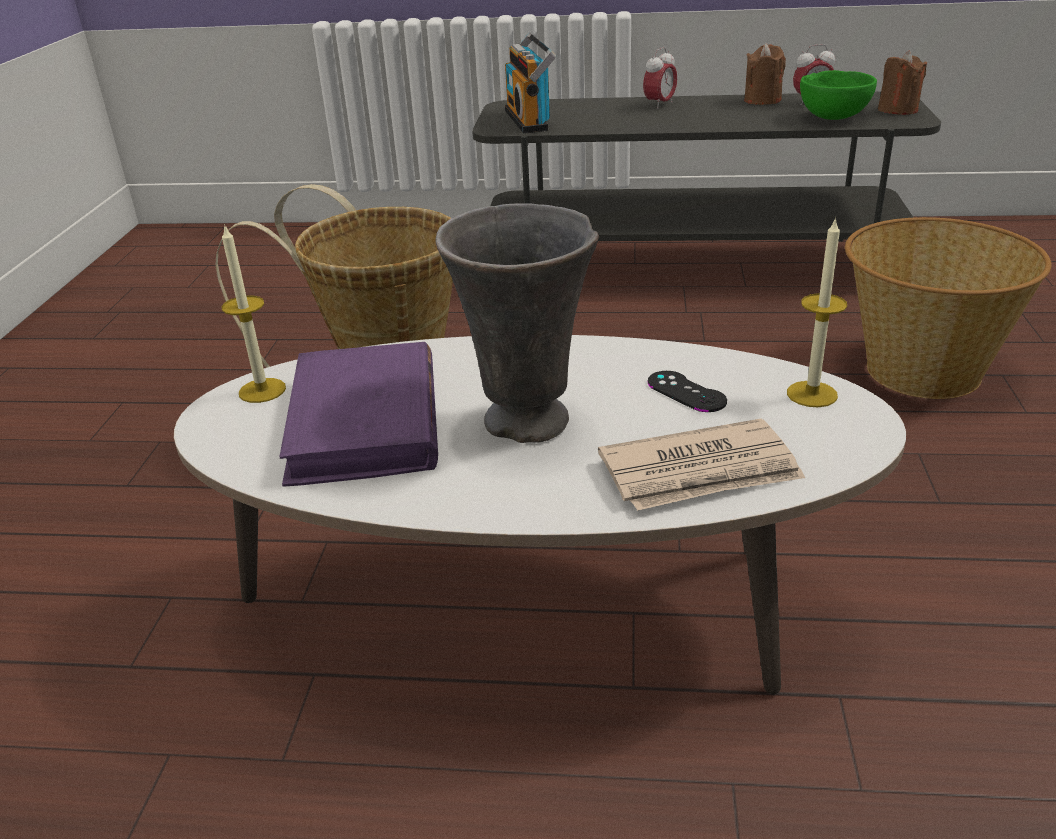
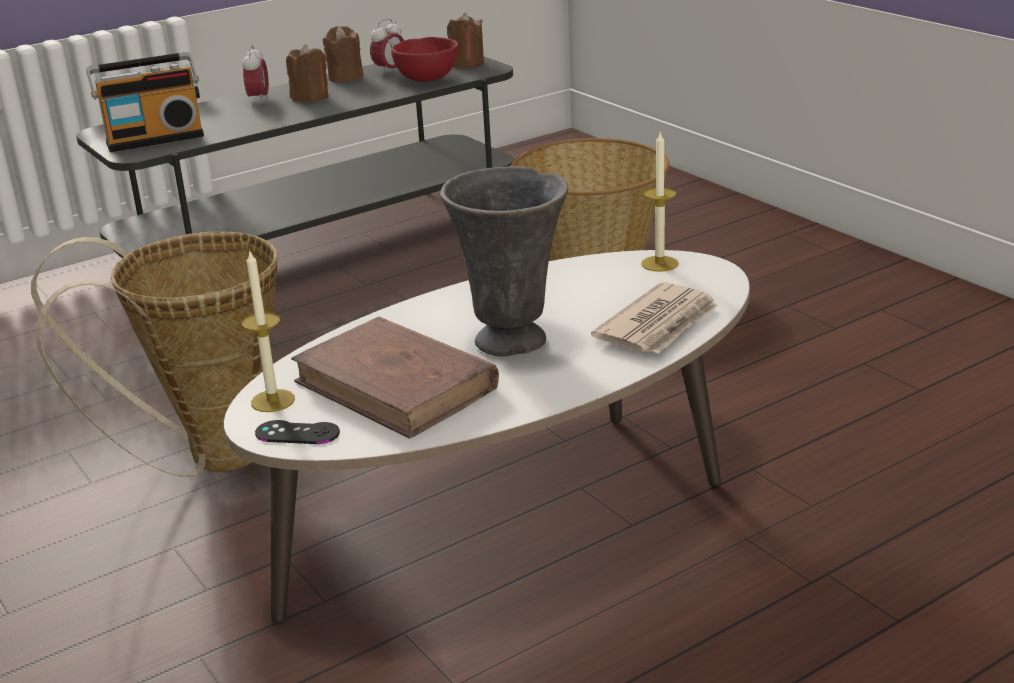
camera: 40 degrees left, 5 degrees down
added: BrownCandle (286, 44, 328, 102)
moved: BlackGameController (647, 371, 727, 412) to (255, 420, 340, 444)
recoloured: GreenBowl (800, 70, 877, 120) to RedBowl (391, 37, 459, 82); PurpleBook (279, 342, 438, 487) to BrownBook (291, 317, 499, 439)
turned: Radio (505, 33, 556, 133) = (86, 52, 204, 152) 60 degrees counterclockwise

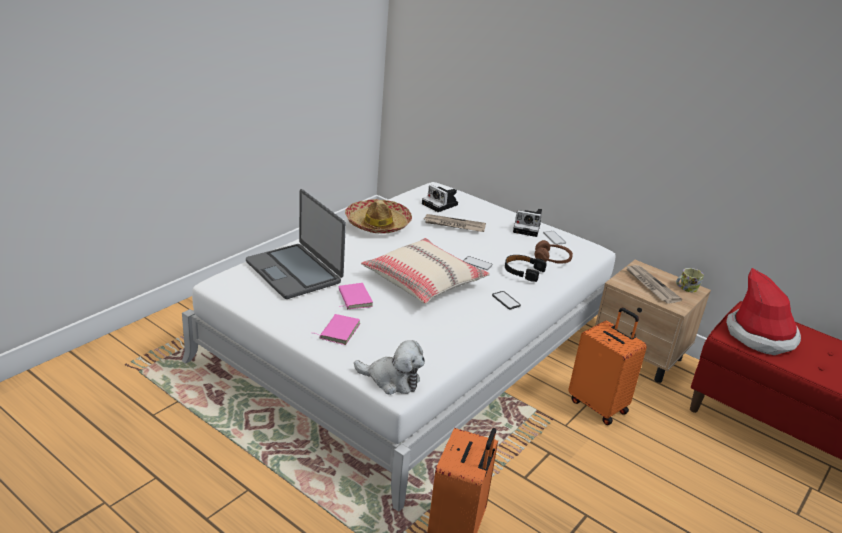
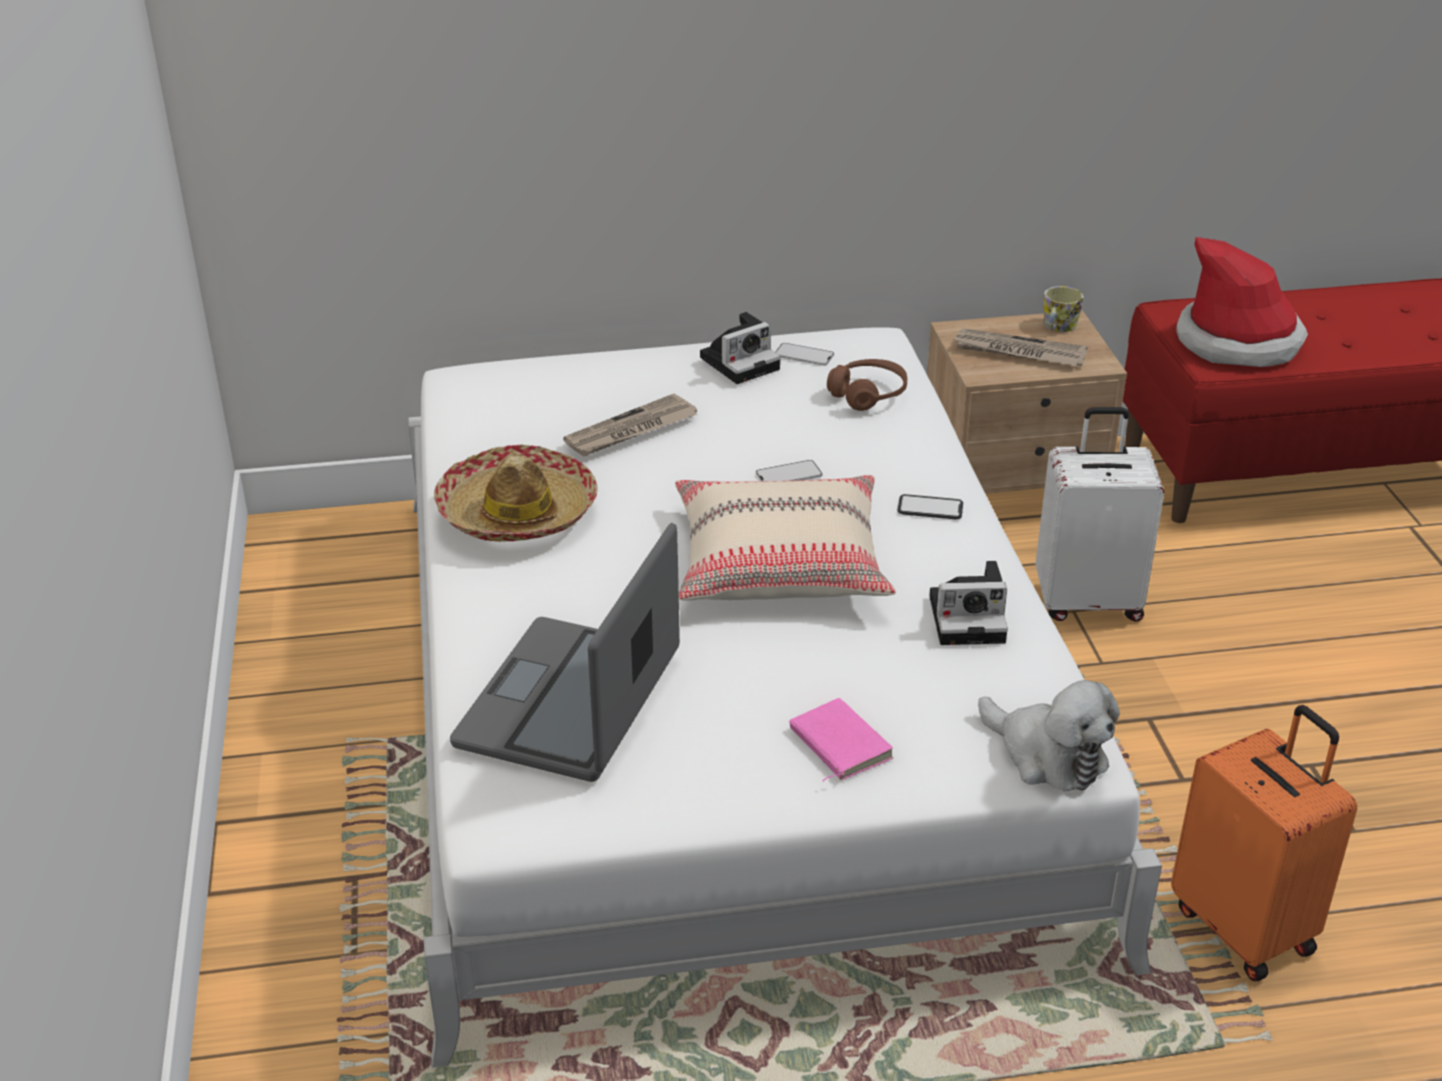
camera: 45 degrees left, 5 degrees up
removed: BlackHeadphones (505, 255, 547, 282); PinkBook (339, 283, 373, 309)
moved: PhotoCamera (422, 185, 458, 212) to (929, 561, 1008, 645)
recoloured: OrangeSuitcase (568, 308, 647, 425) to WhiteSuitcase (1035, 407, 1164, 622)
turned: Laptop (246, 189, 346, 299) = (450, 523, 680, 782) 105 degrees clockwise; PlushToy (354, 340, 425, 395) = (978, 680, 1120, 791) 75 degrees clockwise

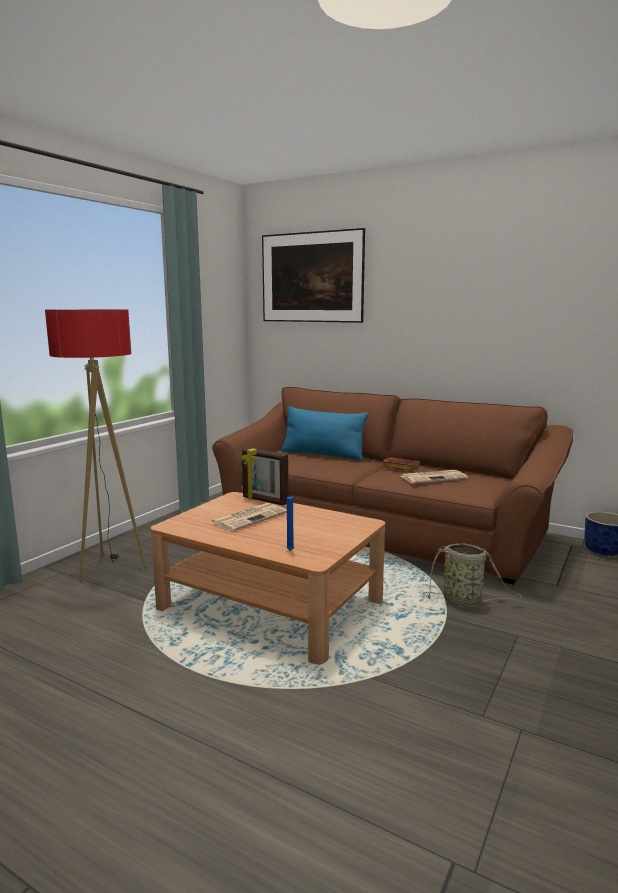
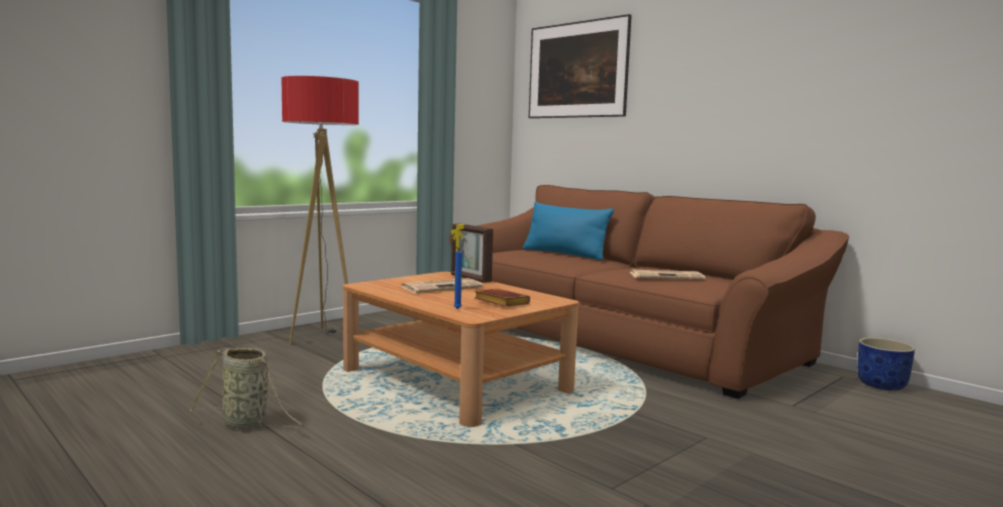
camera: 15 degrees right, 5 degrees down
moved: BrownBook (382, 457, 420, 471) to (474, 288, 530, 307); Basket (423, 543, 522, 606) to (190, 348, 304, 429)

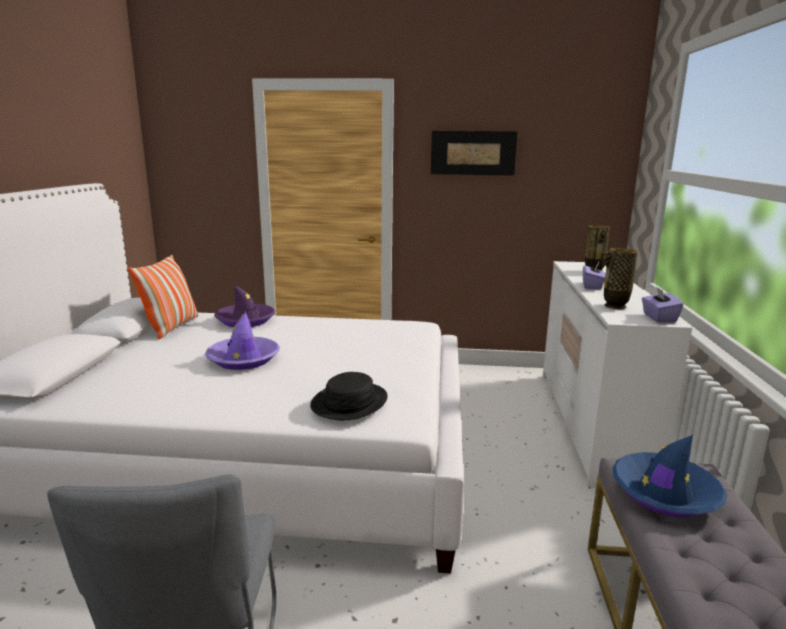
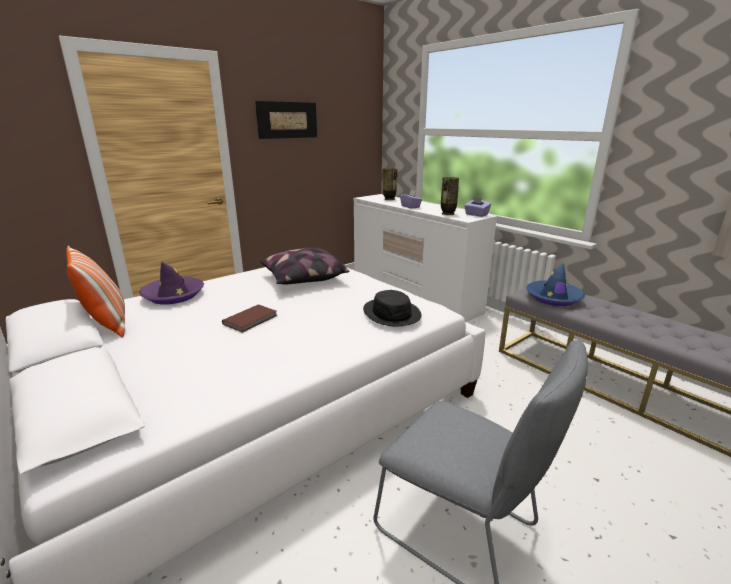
camera: 45 degrees left, 5 degrees up
added: Pillow (260, 247, 350, 284)
replaced: PurpleHat (205, 312, 280, 370) to BrownBook (222, 304, 278, 333)

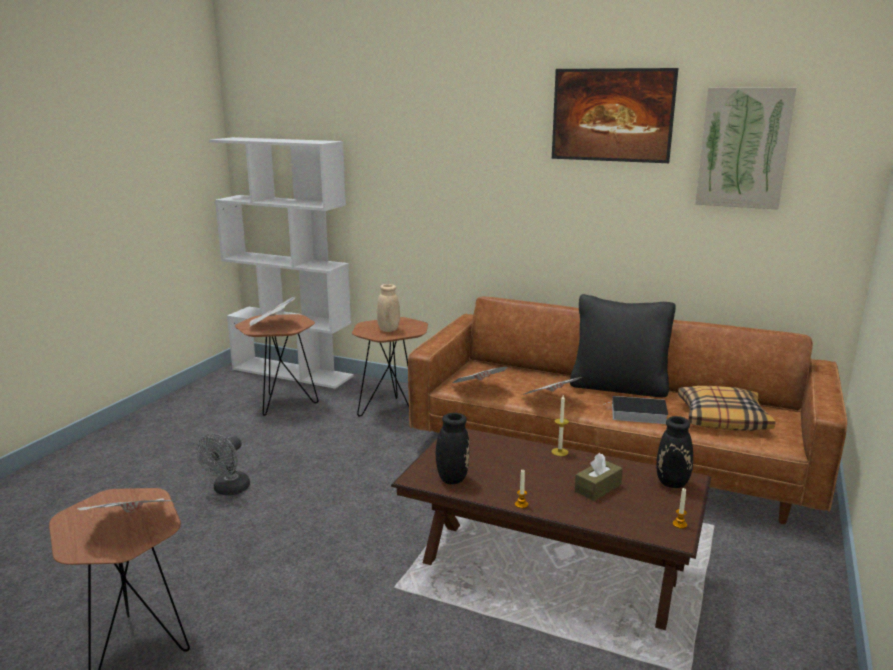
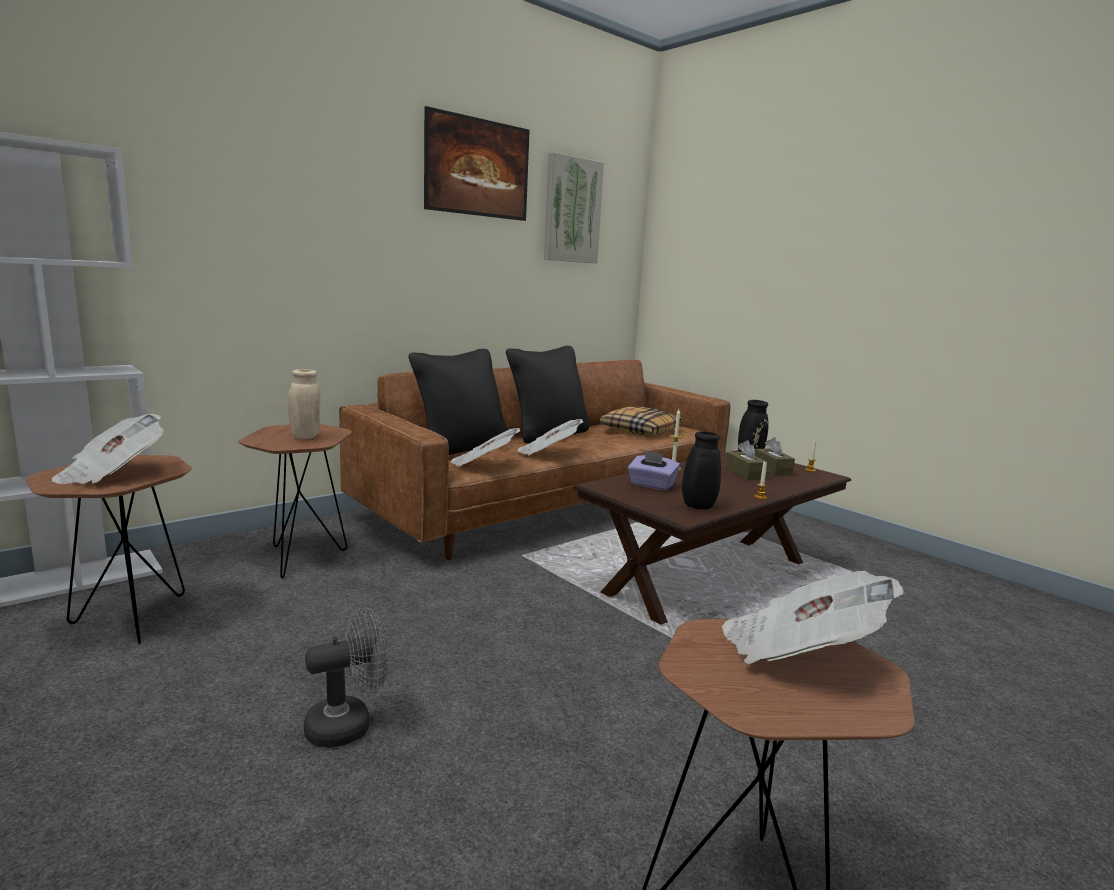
camera: 65 degrees left, 5 degrees down
removed: Book (603, 396, 668, 424)
added: BlackPillow (408, 349, 508, 455); BrownTissueBox (755, 437, 795, 476); PurpleTissueBox (628, 450, 680, 491)
turned: GreyFan (196, 433, 250, 495) = (304, 608, 390, 748) 75 degrees counterclockwise

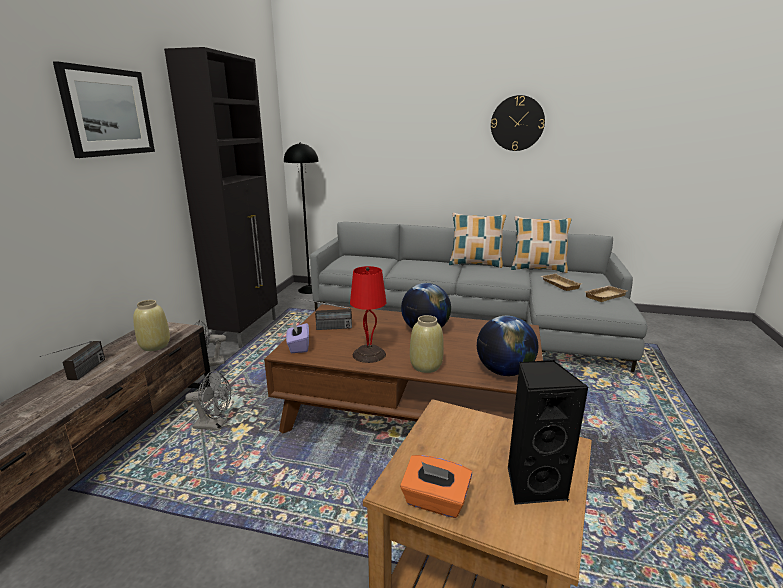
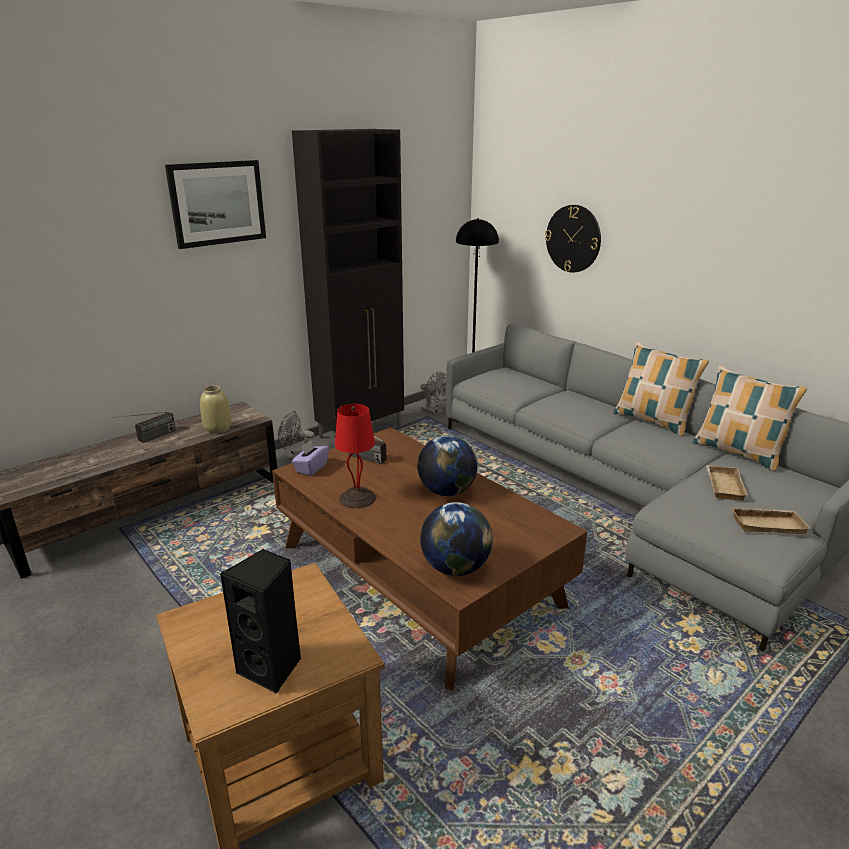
camera: 35 degrees right, 5 degrees up
removed: BeigeVase (410, 315, 444, 373); OrangeTissueBox (400, 455, 472, 518)
moved: WallClock (491, 95, 545, 151) to (545, 205, 601, 273); GreyFan (185, 370, 231, 430) to (420, 371, 446, 415)

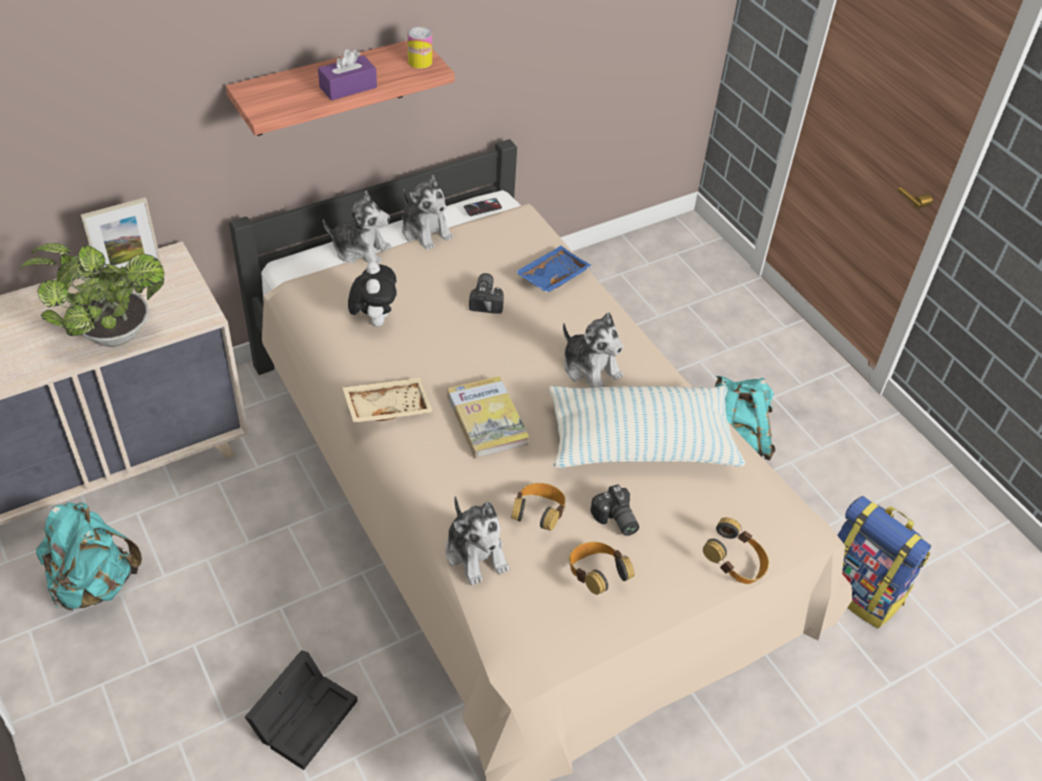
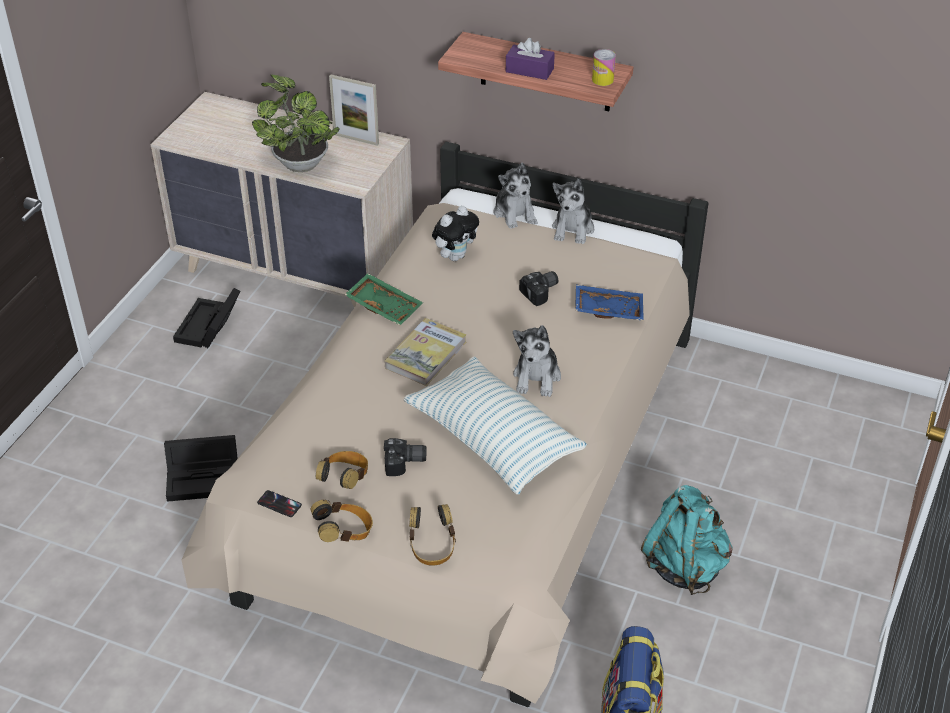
camera: 55 degrees right, 5 degrees down
removed: PlushToy (445, 496, 509, 586)
moved: Phone (464, 198, 502, 216) to (257, 490, 302, 517); Headphones (511, 483, 566, 531) to (310, 500, 373, 542)
replaced: TurquoiseBackpack (36, 502, 142, 610) to BlackStorageBox (173, 288, 240, 348)
recoloured: BeigeTray (342, 378, 433, 423) to GreenTray (344, 273, 423, 326)
turned: PhotoCamera (591, 484, 639, 536) = (384, 438, 426, 476) 120 degrees counterclockwise

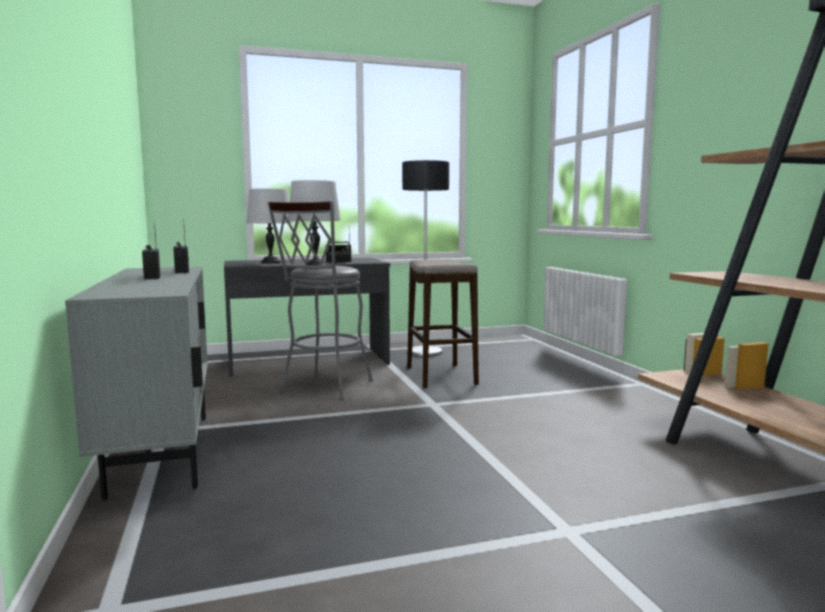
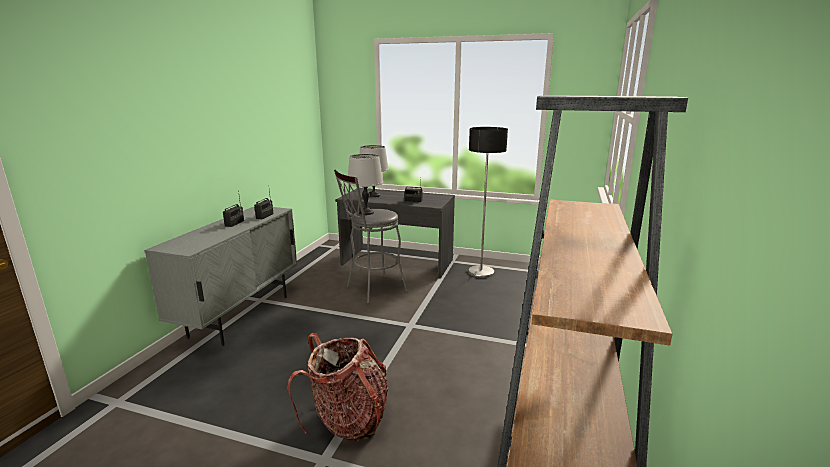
camera: 35 degrees right, 10 degrees up
removed: Stool (407, 259, 479, 389)
added: Backpack (287, 333, 388, 441)

